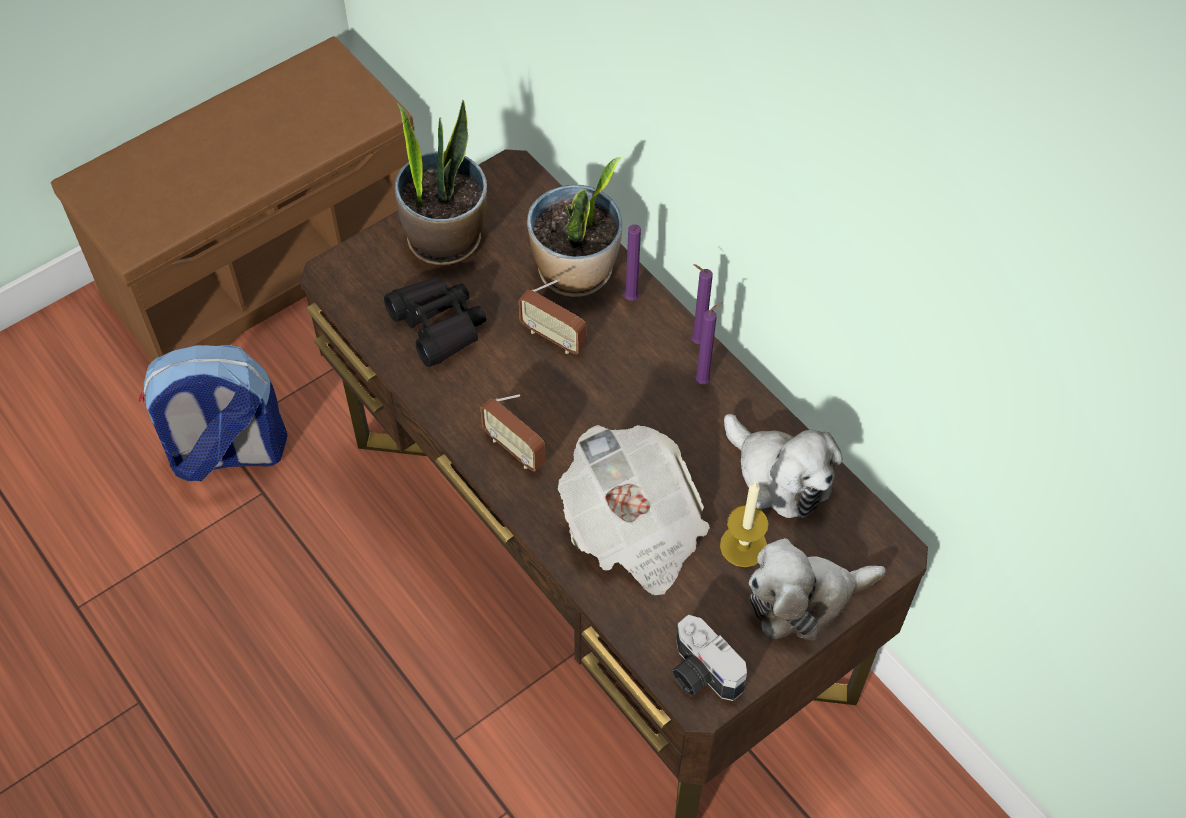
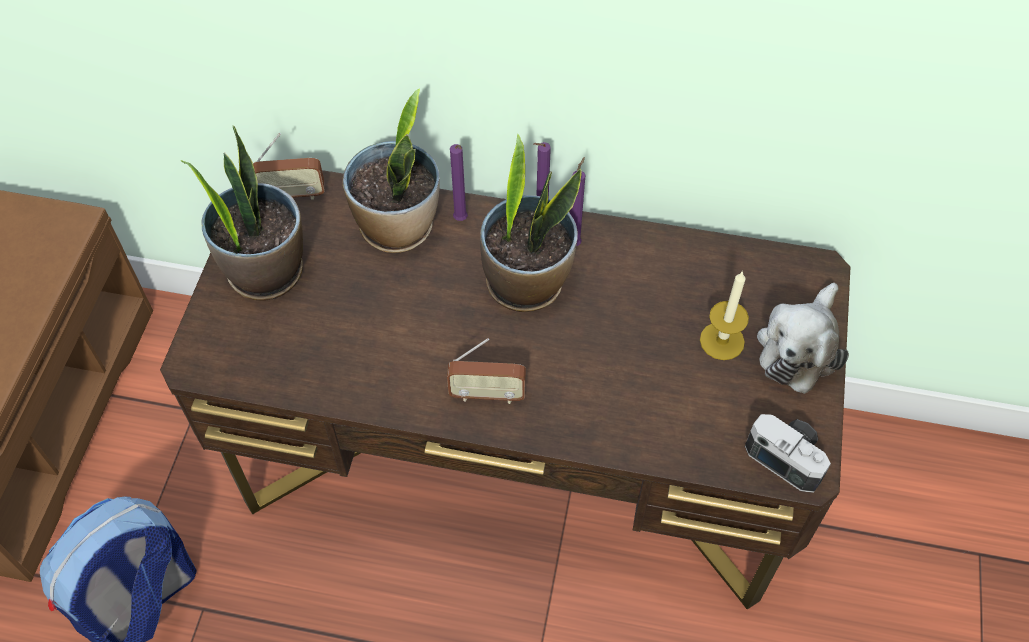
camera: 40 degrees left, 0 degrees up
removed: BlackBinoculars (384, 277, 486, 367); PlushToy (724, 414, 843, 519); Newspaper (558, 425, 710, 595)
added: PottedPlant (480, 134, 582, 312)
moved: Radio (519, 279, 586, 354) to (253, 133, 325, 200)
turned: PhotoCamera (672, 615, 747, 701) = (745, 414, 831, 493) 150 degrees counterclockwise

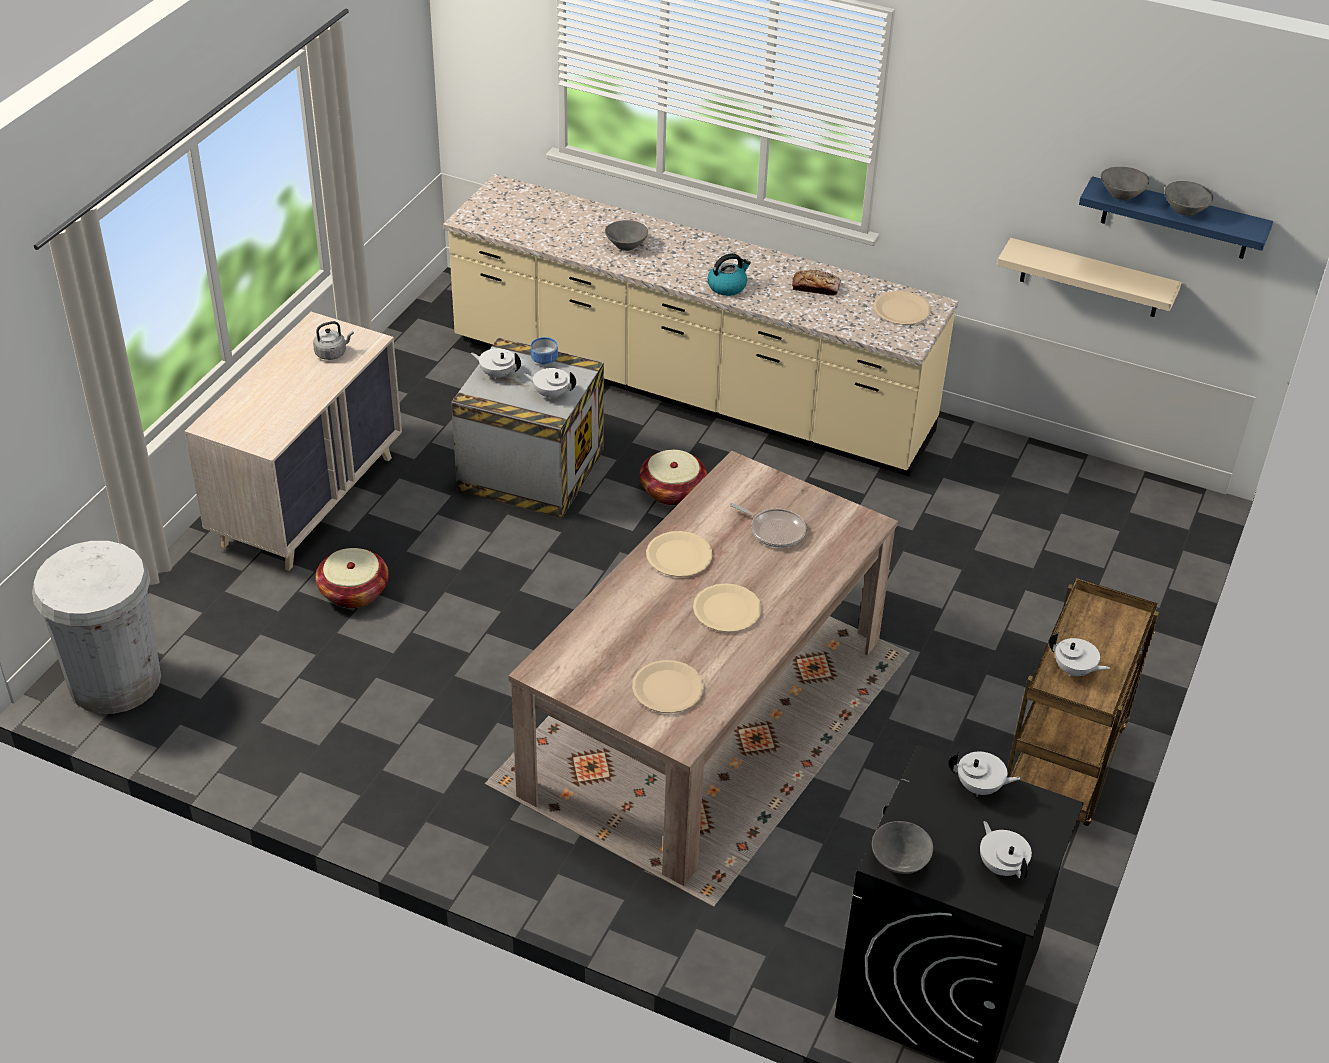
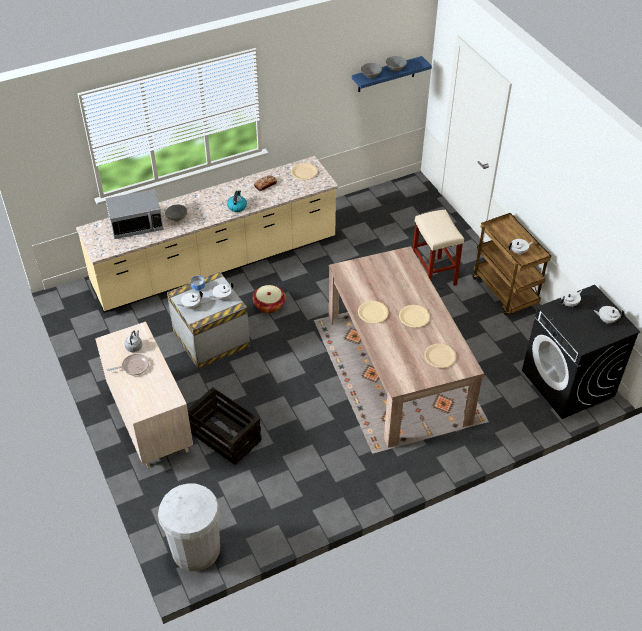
camera: 50 degrees left, 5 degrees up
removed: BeigeShelf (997, 238, 1181, 317); GreyBowl (872, 821, 933, 874)
added: Microwave (105, 189, 164, 239); BeigeStool (412, 209, 464, 286)
moved: FryingPan (729, 503, 806, 548) to (107, 354, 149, 375)
replaced: Basket (315, 548, 389, 608) to Crate (188, 387, 262, 465)

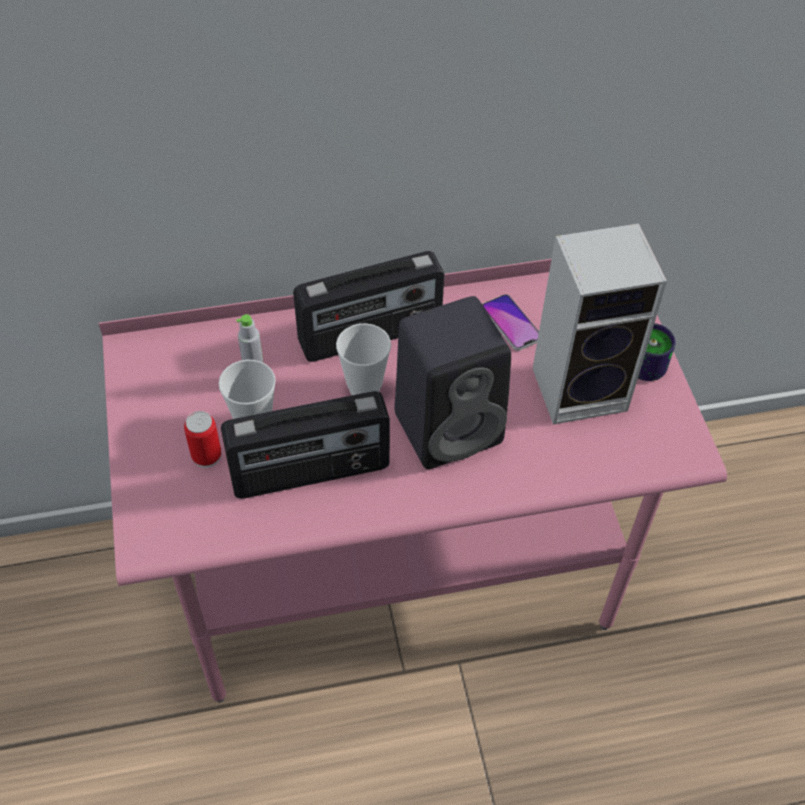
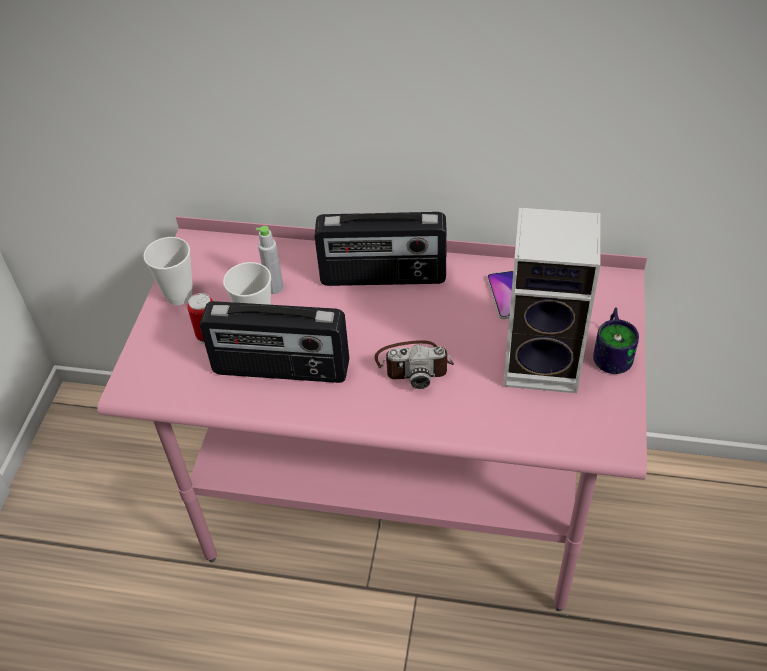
camera: 25 degrees right, 5 degrees down
moved: Cup (336, 323, 391, 395) to (143, 237, 193, 305)
replaced: BlackSpeaker (395, 296, 511, 469) to PhotoCamera (375, 340, 454, 389)

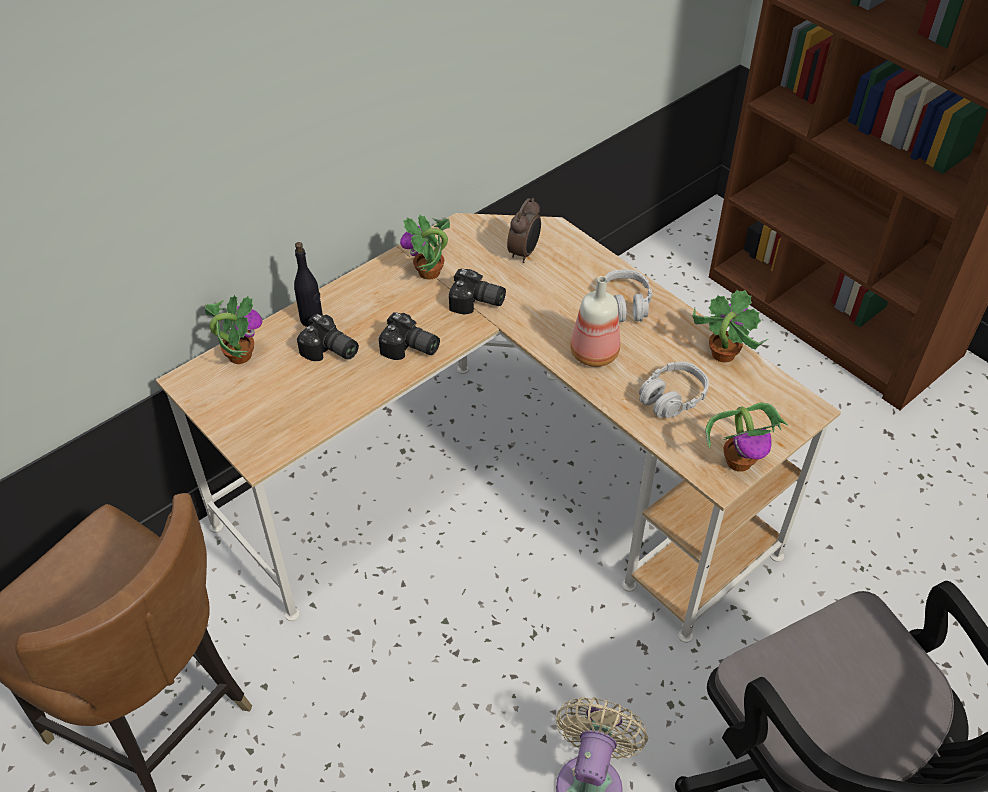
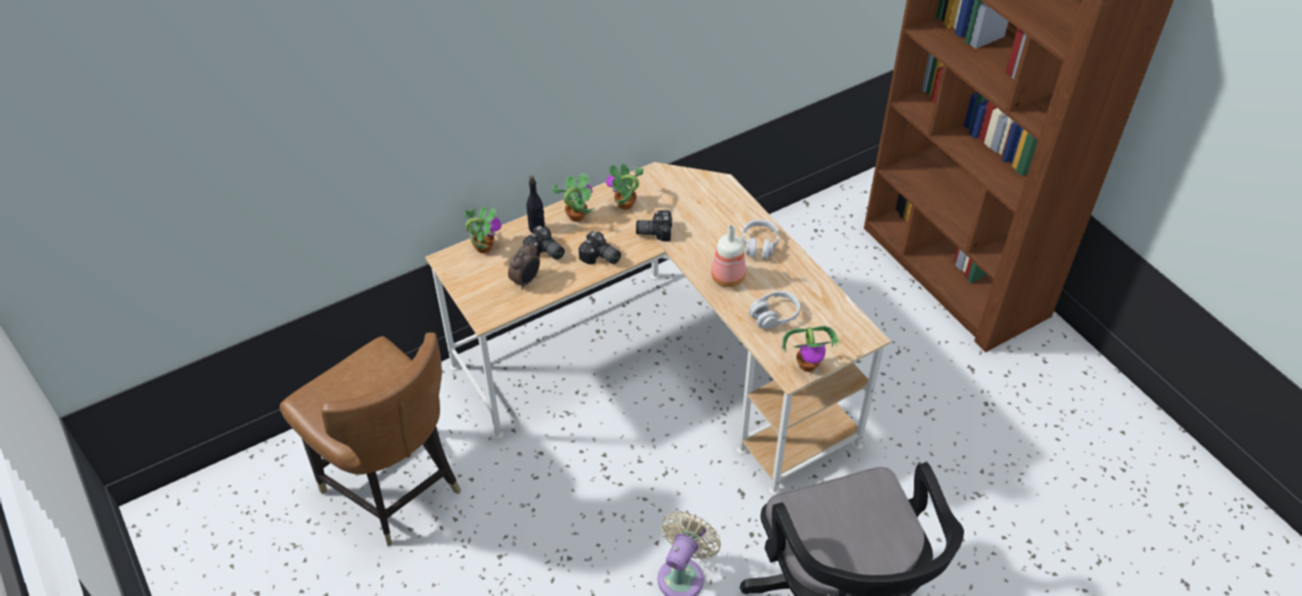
camera: 10 degrees right, 0 degrees up
moved: AlarmClock (507, 198, 541, 263) to (508, 242, 540, 290); PottedPlant (692, 290, 768, 363) to (552, 174, 595, 222)
turned: PhotoCamera (449, 269, 506, 314) = (636, 210, 672, 242) 150 degrees clockwise

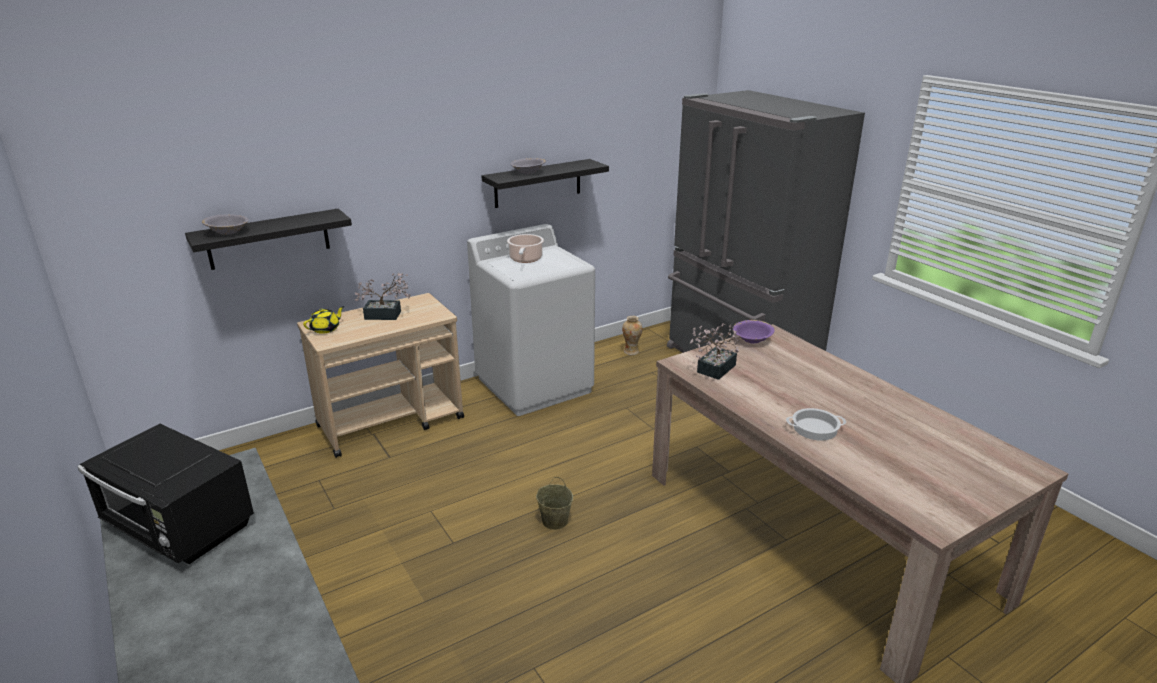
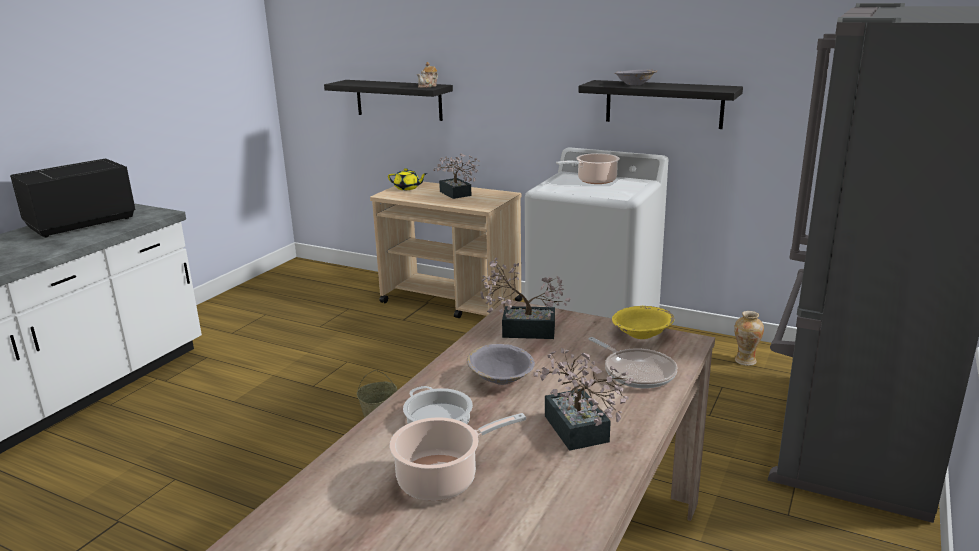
camera: 60 degrees right, 5 degrees down
added: Teapot (417, 62, 438, 88); FryingPan (588, 337, 677, 388); PottedPlant (533, 348, 635, 451); CookingPot (389, 413, 526, 501)
moved: GreyBowl (202, 214, 249, 235) to (467, 344, 535, 385)
recoloured: PurpleBowl (733, 320, 775, 344) to YellowBowl (612, 306, 675, 339)
turned: BlackMicrowave (78, 424, 254, 564) = (10, 158, 136, 238) 45 degrees clockwise

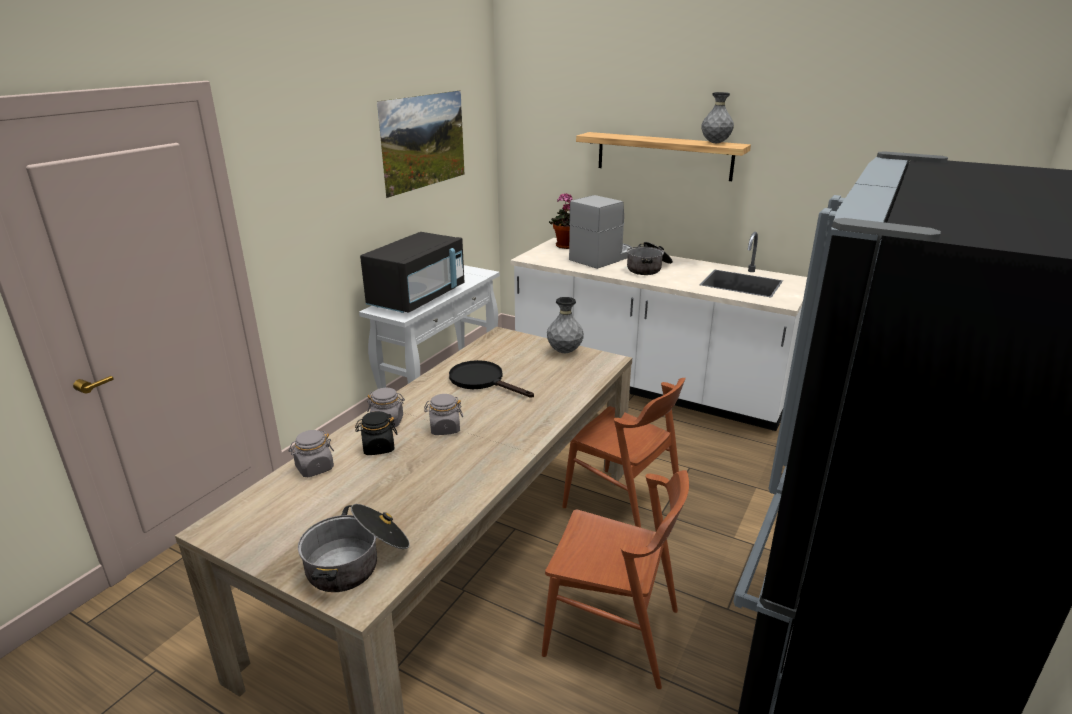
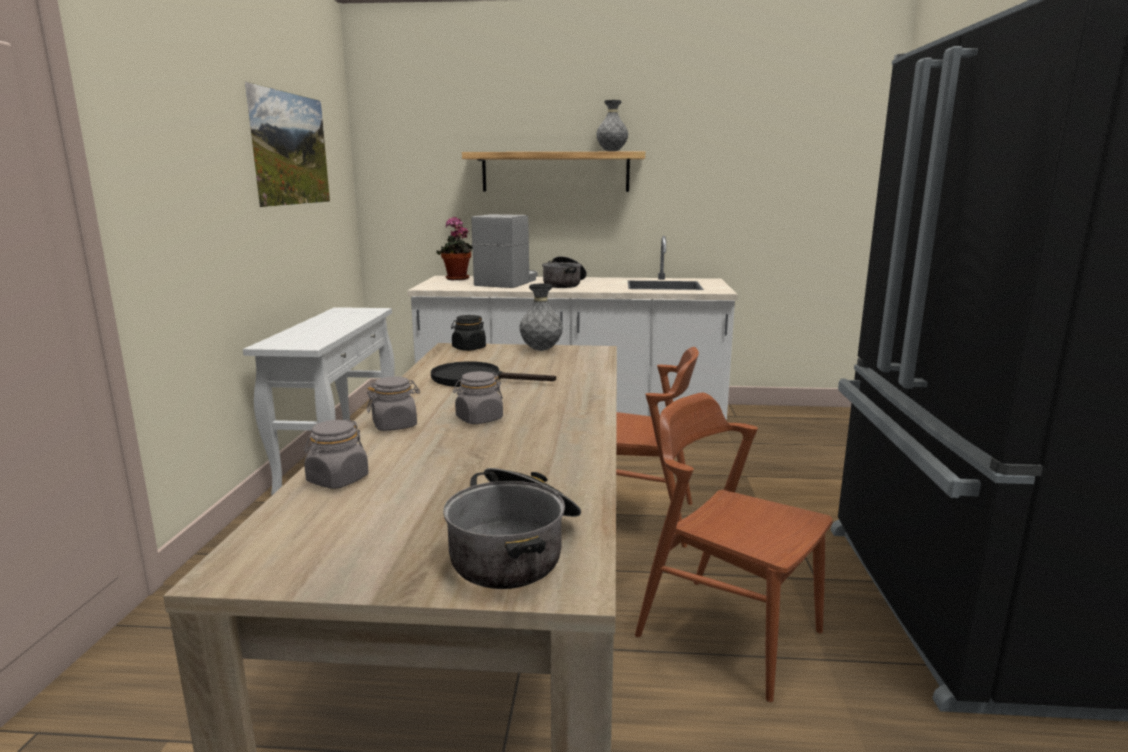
camera: 25 degrees left, 10 degrees down
removed: BlackMicrowave (360, 232, 464, 313)
moved: BlackJar (355, 411, 398, 455) to (451, 315, 486, 351)
turned: BrownChair (542, 470, 689, 689) = (635, 393, 833, 702) 135 degrees counterclockwise

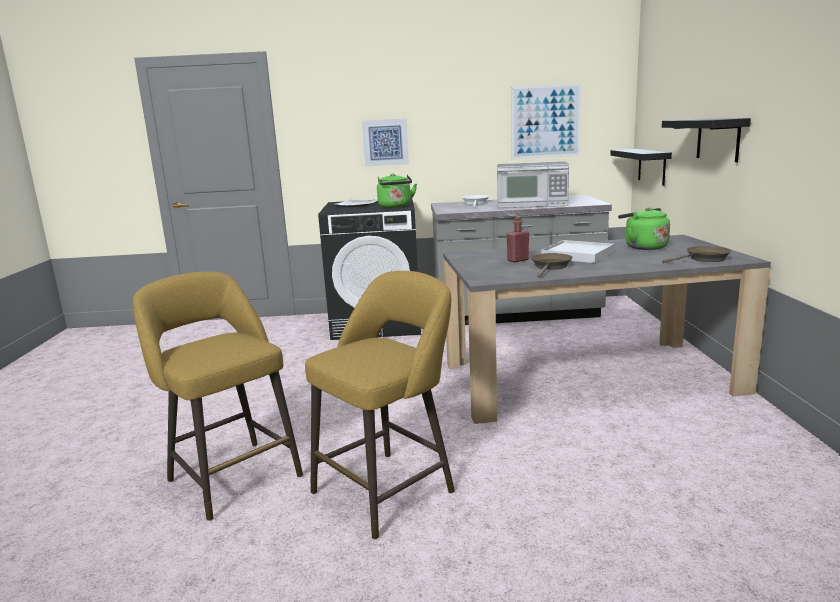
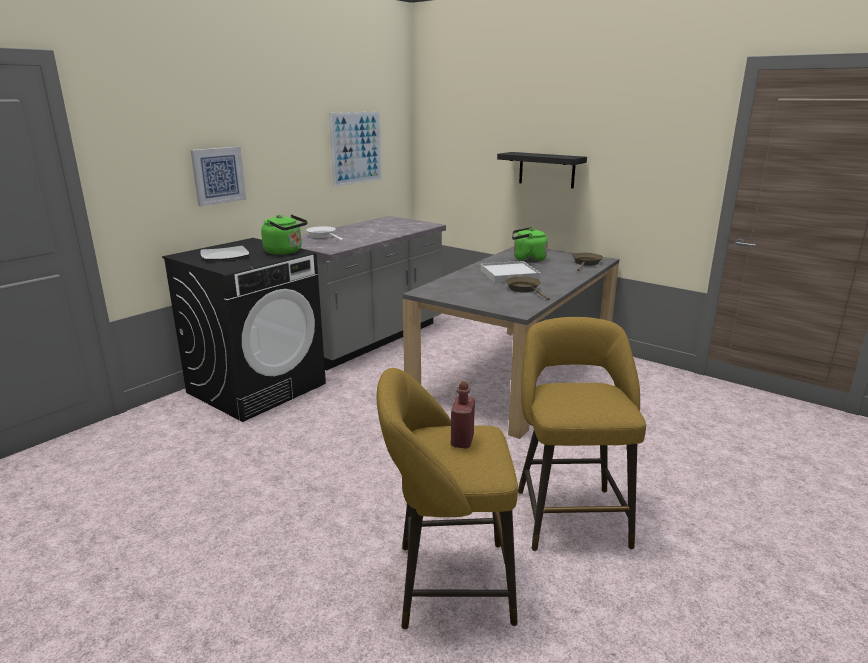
camera: 50 degrees left, 5 degrees up
removed: BlackShelf (610, 149, 672, 186); Microwave (497, 161, 569, 208)
moved: RedBottle (506, 217, 529, 262) to (451, 382, 475, 449)

